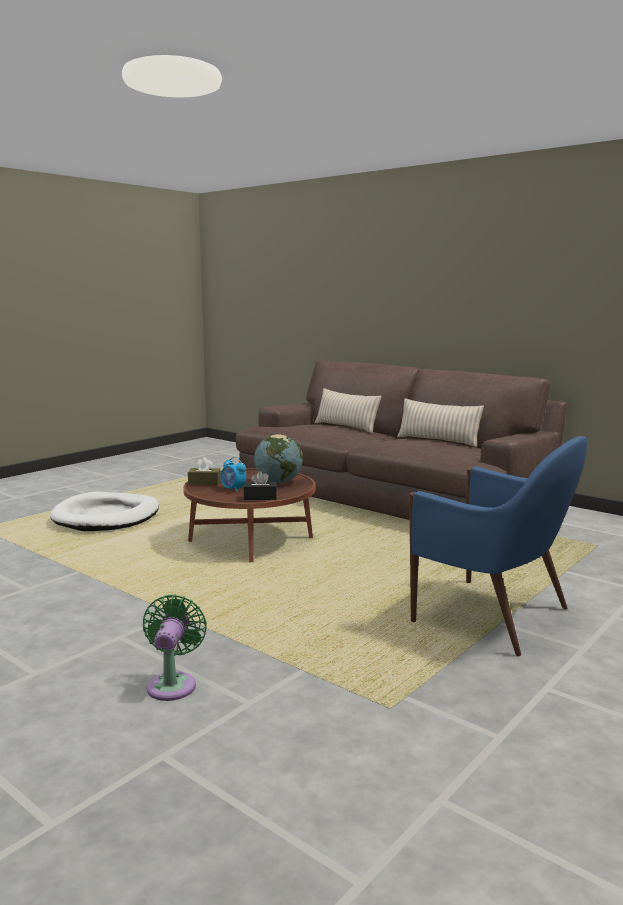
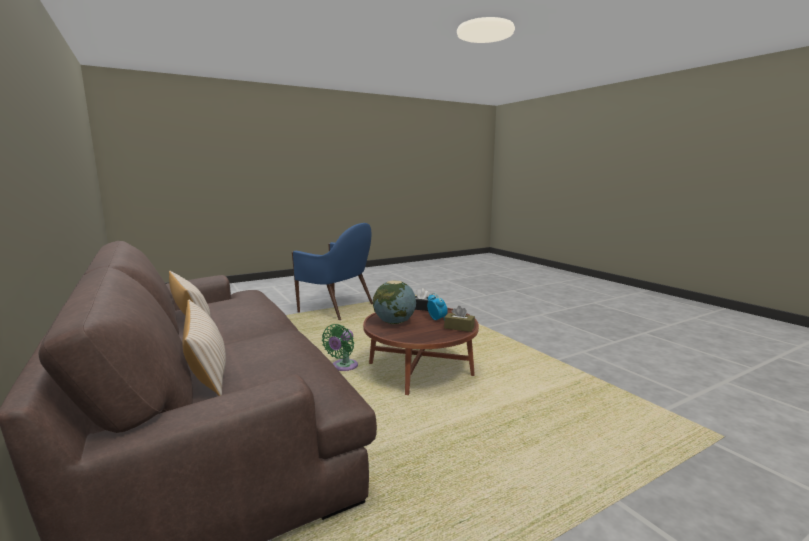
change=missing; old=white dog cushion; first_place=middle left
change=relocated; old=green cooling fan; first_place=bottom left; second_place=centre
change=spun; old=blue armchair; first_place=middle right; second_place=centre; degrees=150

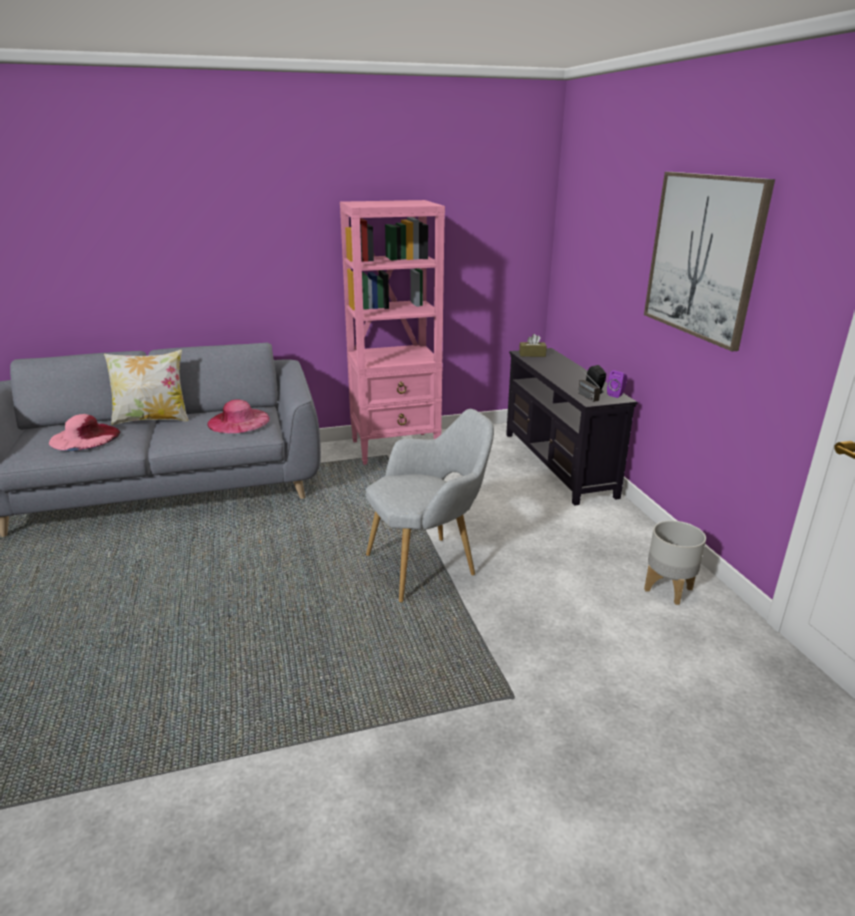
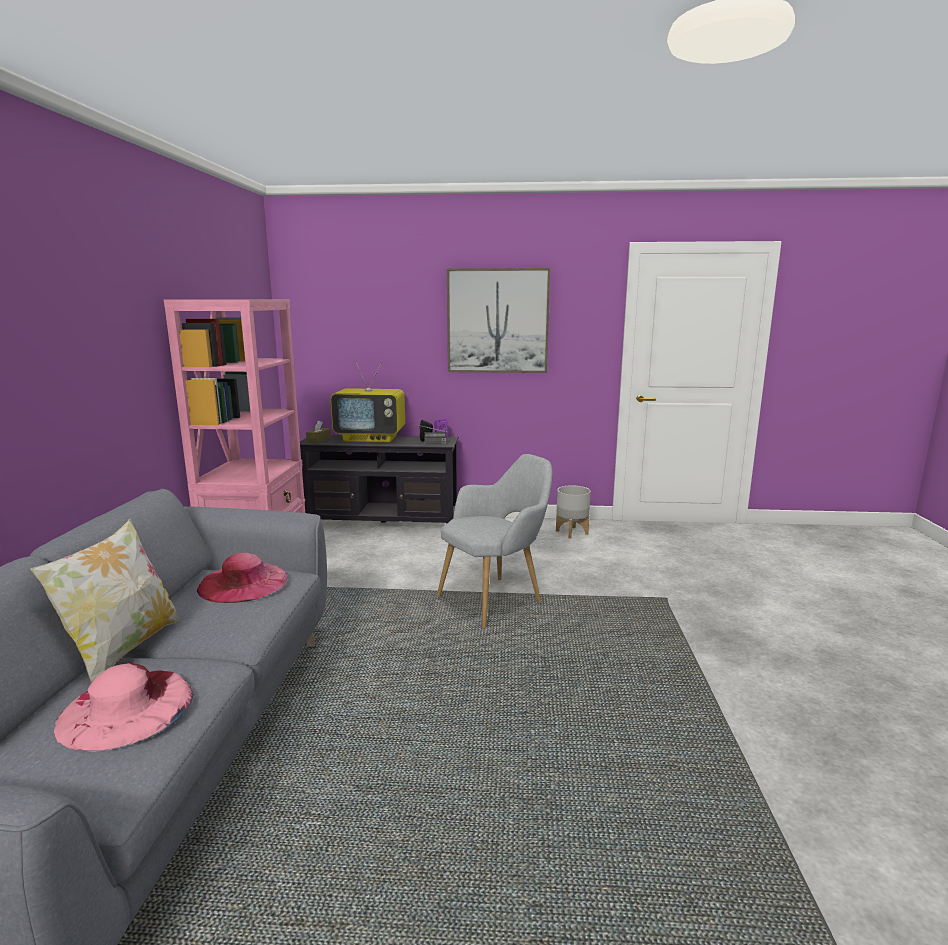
change=spun; old=grey armchair; first_place=centre; second_place=centre; degrees=60
change=appeared; new=TV set; second_place=centre

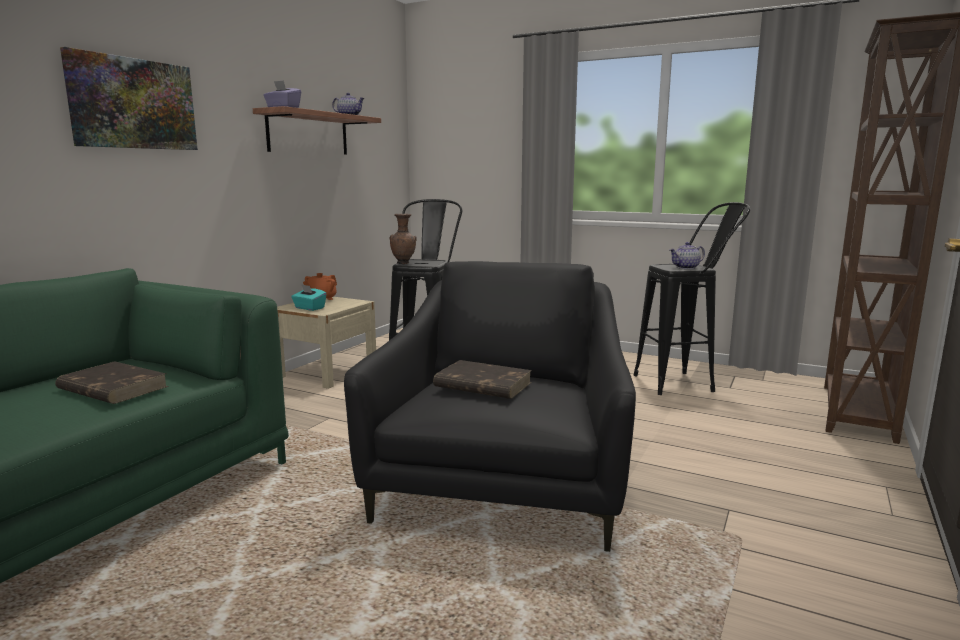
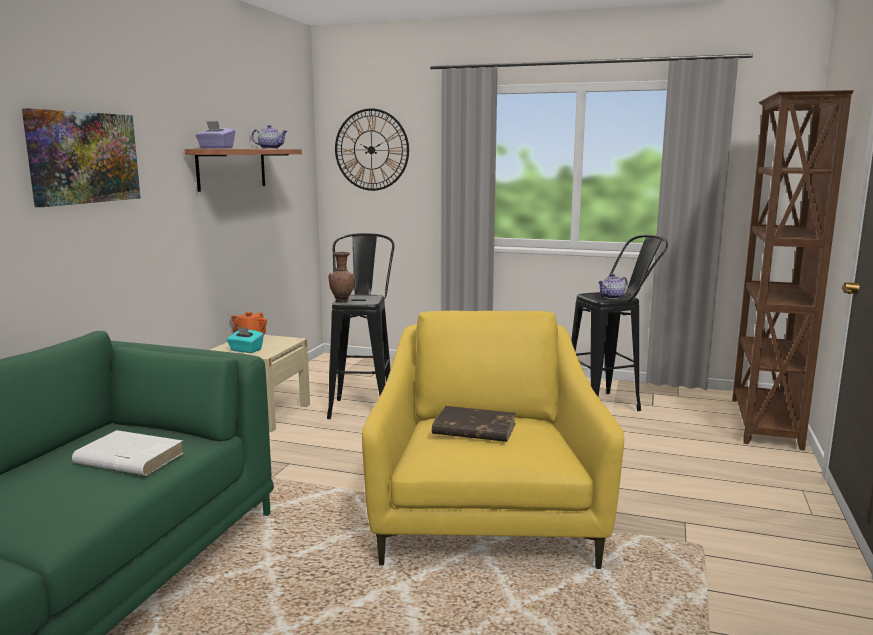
change=colour; old=brown-coloured book (no. 1 from left); new=white book; first_place=middle left; second_place=bottom left
change=colour; old=black-coloured armchair; new=yellow armchair; first_place=centre; second_place=bottom centre
change=appeared; new=hanging clock; second_place=top centre

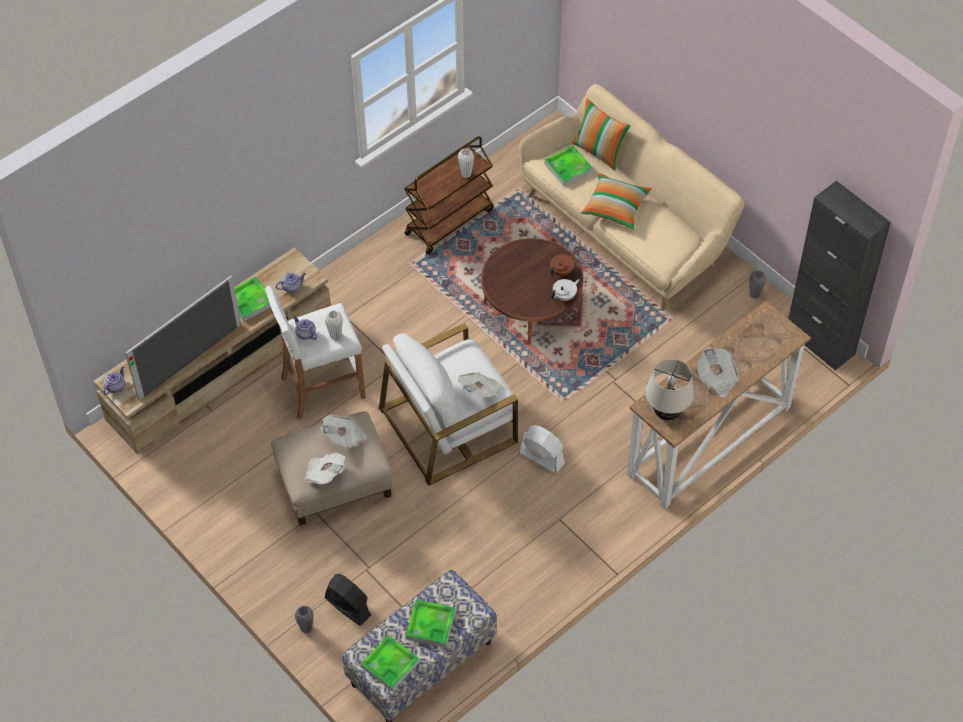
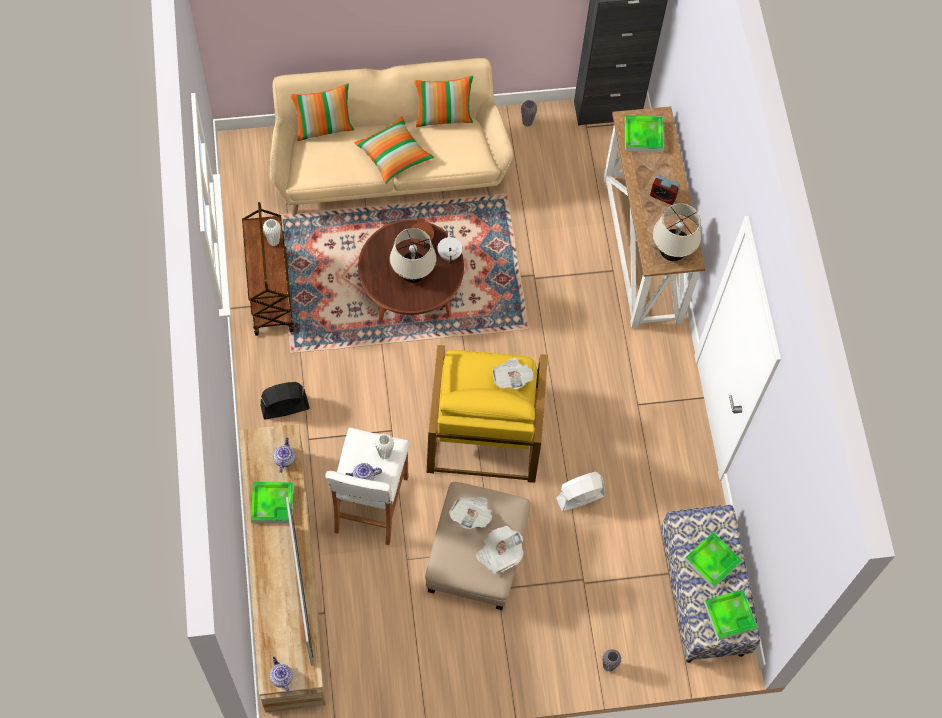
change=relocated; old=black-coloured cooling fan; first_place=bottom centre; second_place=middle left
change=colour; old=white armchair; new=yellow armchair; first_place=centre; second_place=centre
change=relocated; old=white cooling fan; first_place=centre; second_place=bottom centre
change=relocated; old=tray (no. 4 from left in the first image); new=tray (no. 2 from left); first_place=top centre; second_place=top right
change=exchanged; old=daily paper (no. 4 from left); new=alarm clock; first_place=middle right; second_place=top right
change=appeared; new=beige table lamp (no. 1 from left); second_place=centre
change=appeared; new=pillow (no. 3 from left); second_place=top centre

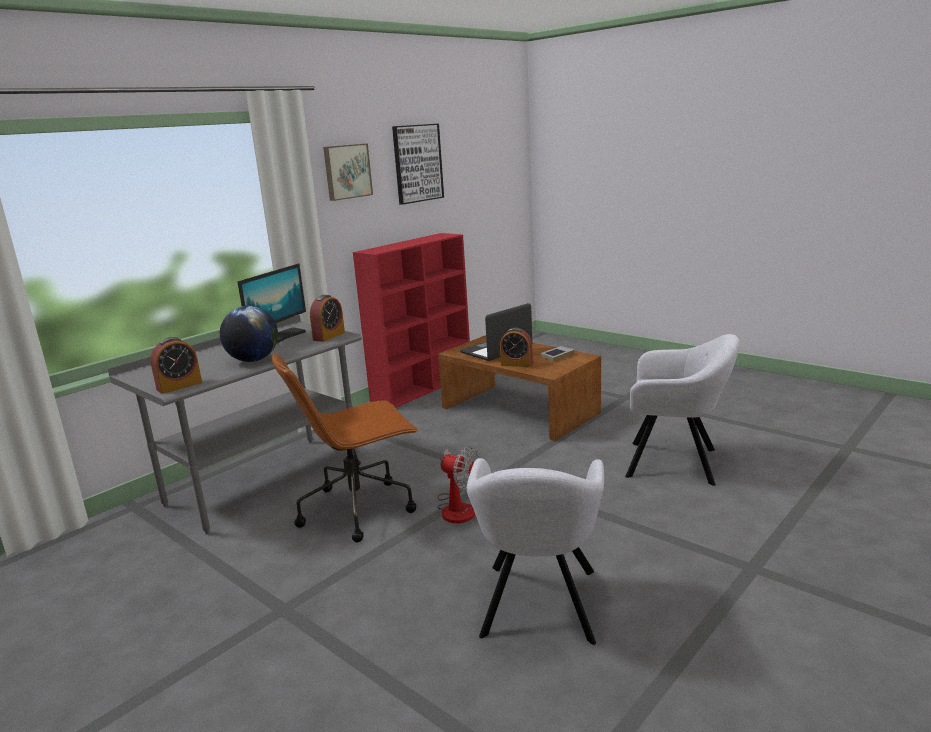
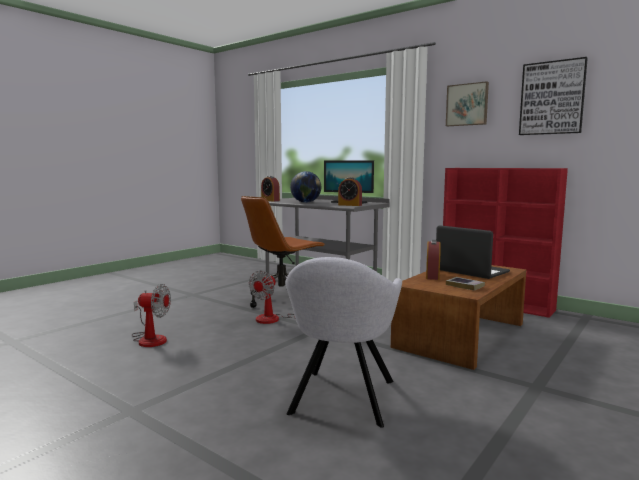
change=spun; old=brown-coloured office chair; first_place=centre; second_place=centre; degrees=-105
change=exchanged; old=grey armchair (no. 1 from left); new=cooling fan (no. 1 from left); first_place=bottom centre; second_place=middle left

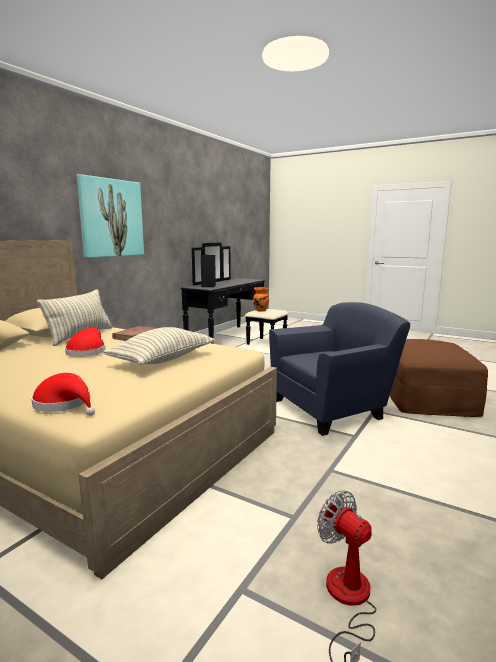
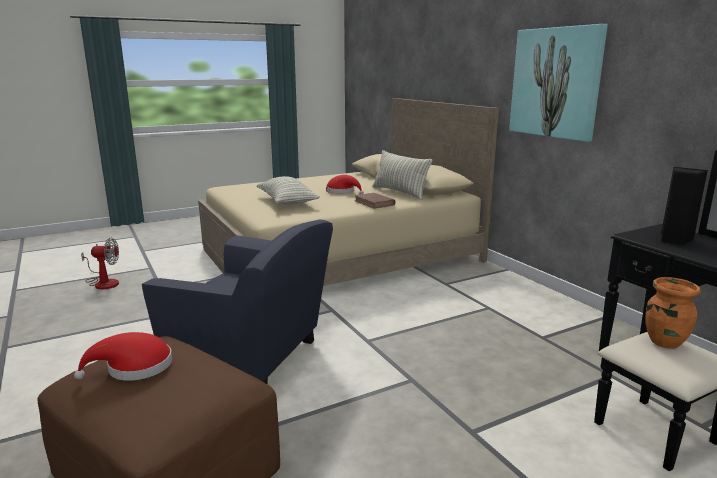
change=relocated; old=reddish clothing hat (no. 1 from left); first_place=middle left; second_place=bottom left
change=spun; old=blue armchair; first_place=middle right; second_place=middle left; degrees=-75

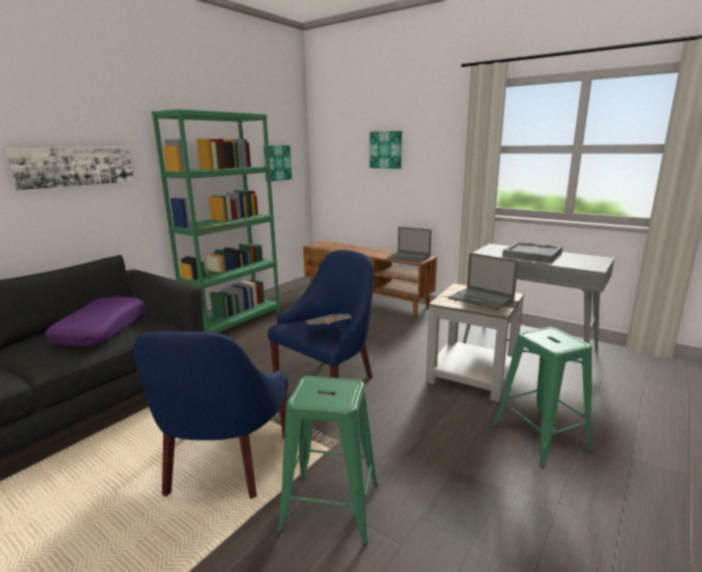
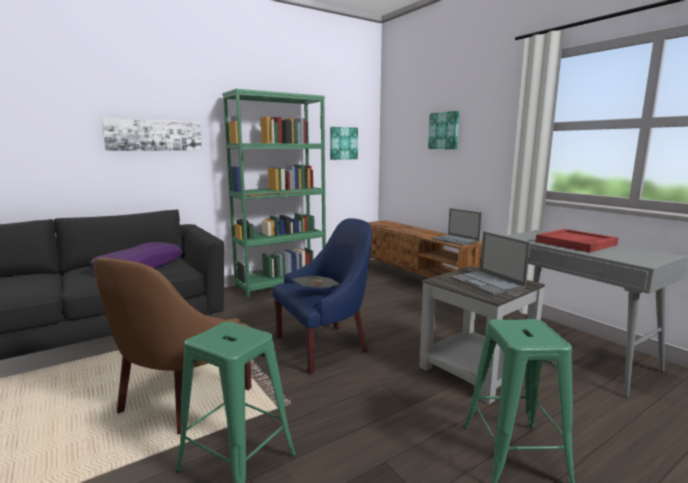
change=colour; old=blue armchair (no. 1 from left); new=brown-coloured armchair; first_place=bottom left; second_place=bottom left
change=colour; old=grey tray; new=reddish tray; first_place=middle right; second_place=middle right

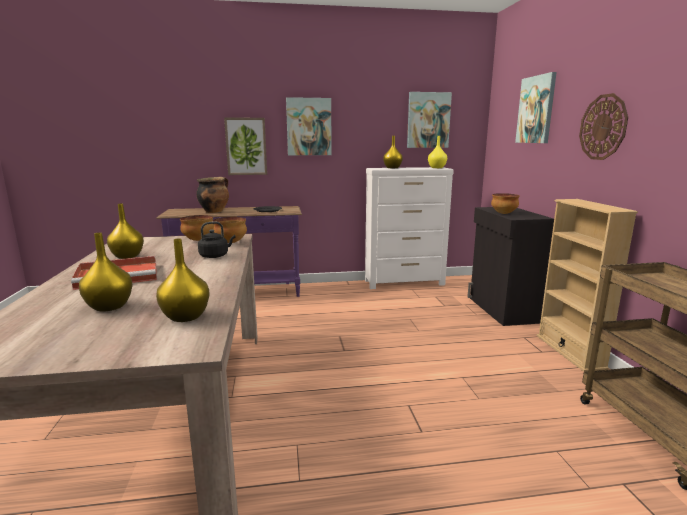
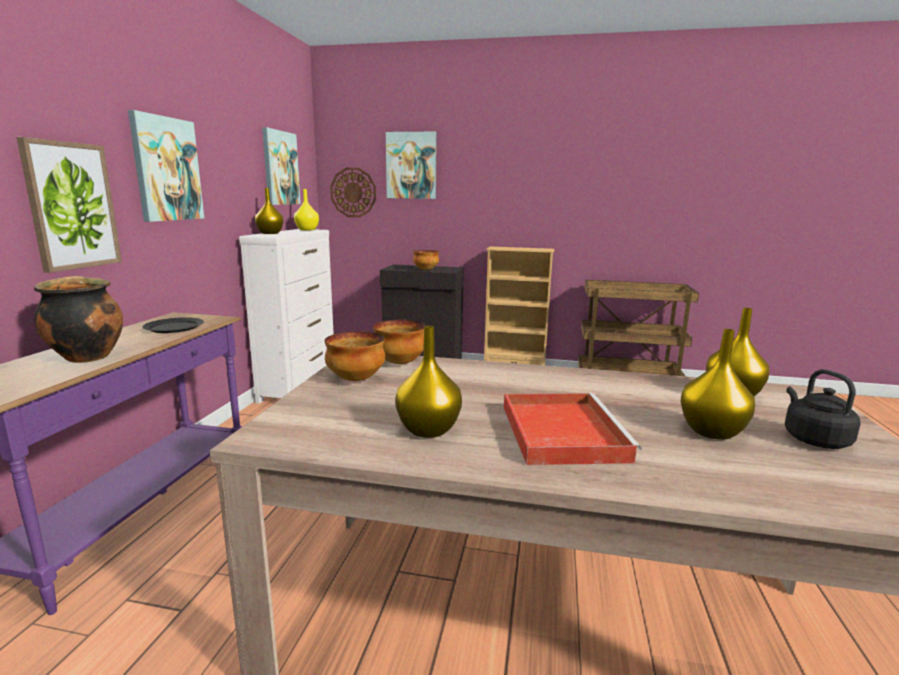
change=relocated; old=black-coloured water kettle; first_place=middle left; second_place=middle right
change=relocated; old=hanging clock; first_place=top right; second_place=top centre

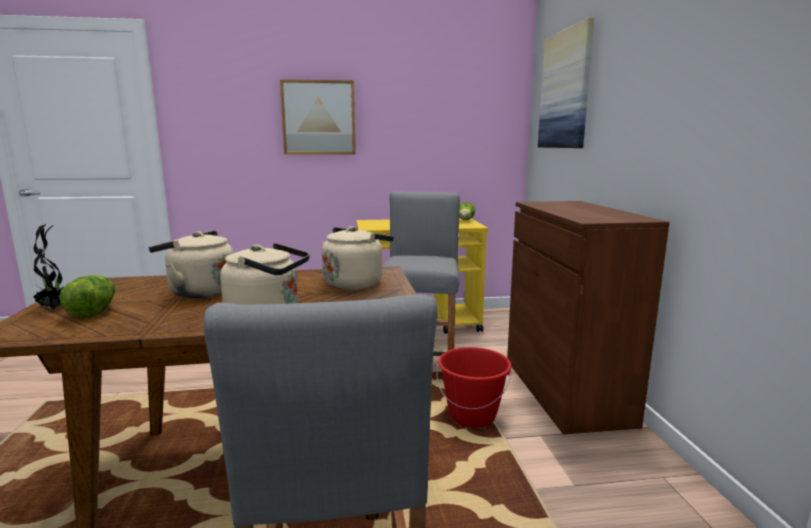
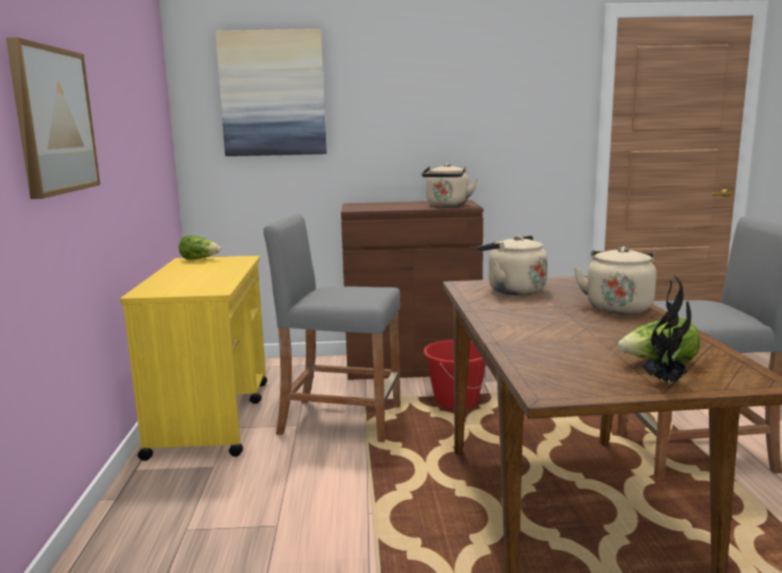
change=relocated; old=beige water kettle (no. 1 from left); first_place=middle left; second_place=top centre

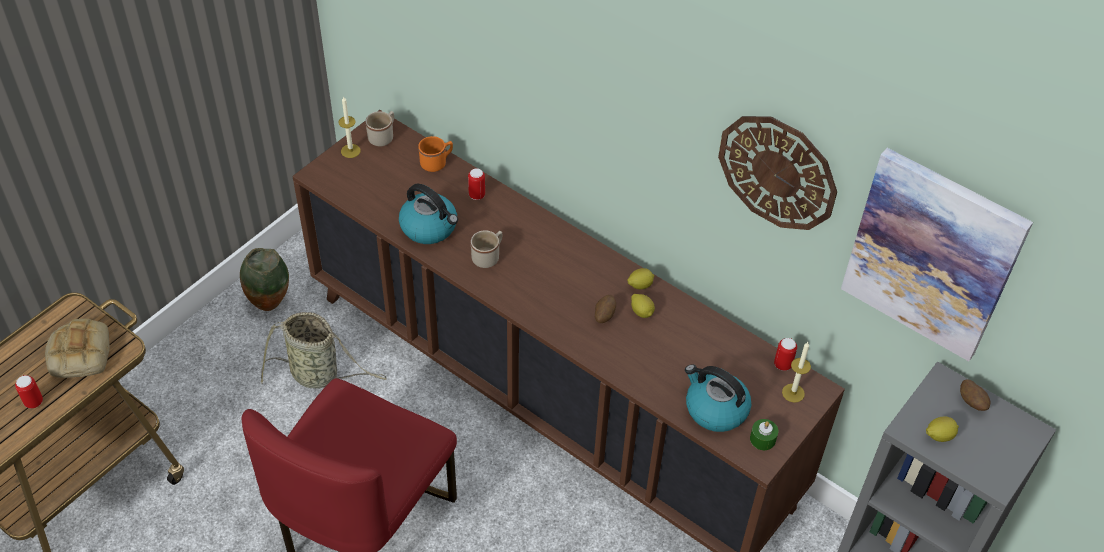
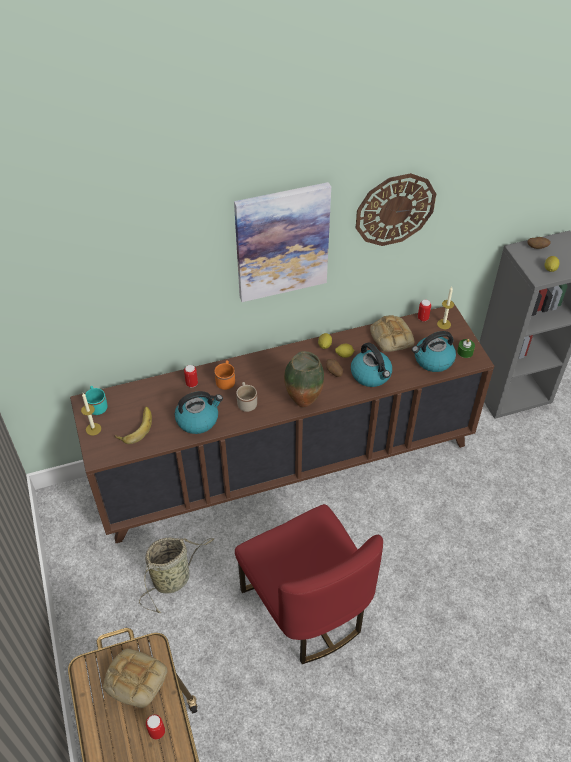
change=relocated; old=vase; first_place=middle left; second_place=centre
change=colour; old=beige tea mug (no. 1 from left); new=turquoise tea mug; first_place=top centre; second_place=middle left
change=relocated; old=orange tea mug; first_place=top centre; second_place=centre
change=relocated; old=picture; first_place=middle right; second_place=top centre
change=appeared; new=banana fruit; second_place=middle left
change=appeared; new=water kettle (no. 2 from left); second_place=centre
change=appeared; new=baked bread (no. 2 from left); second_place=middle right

